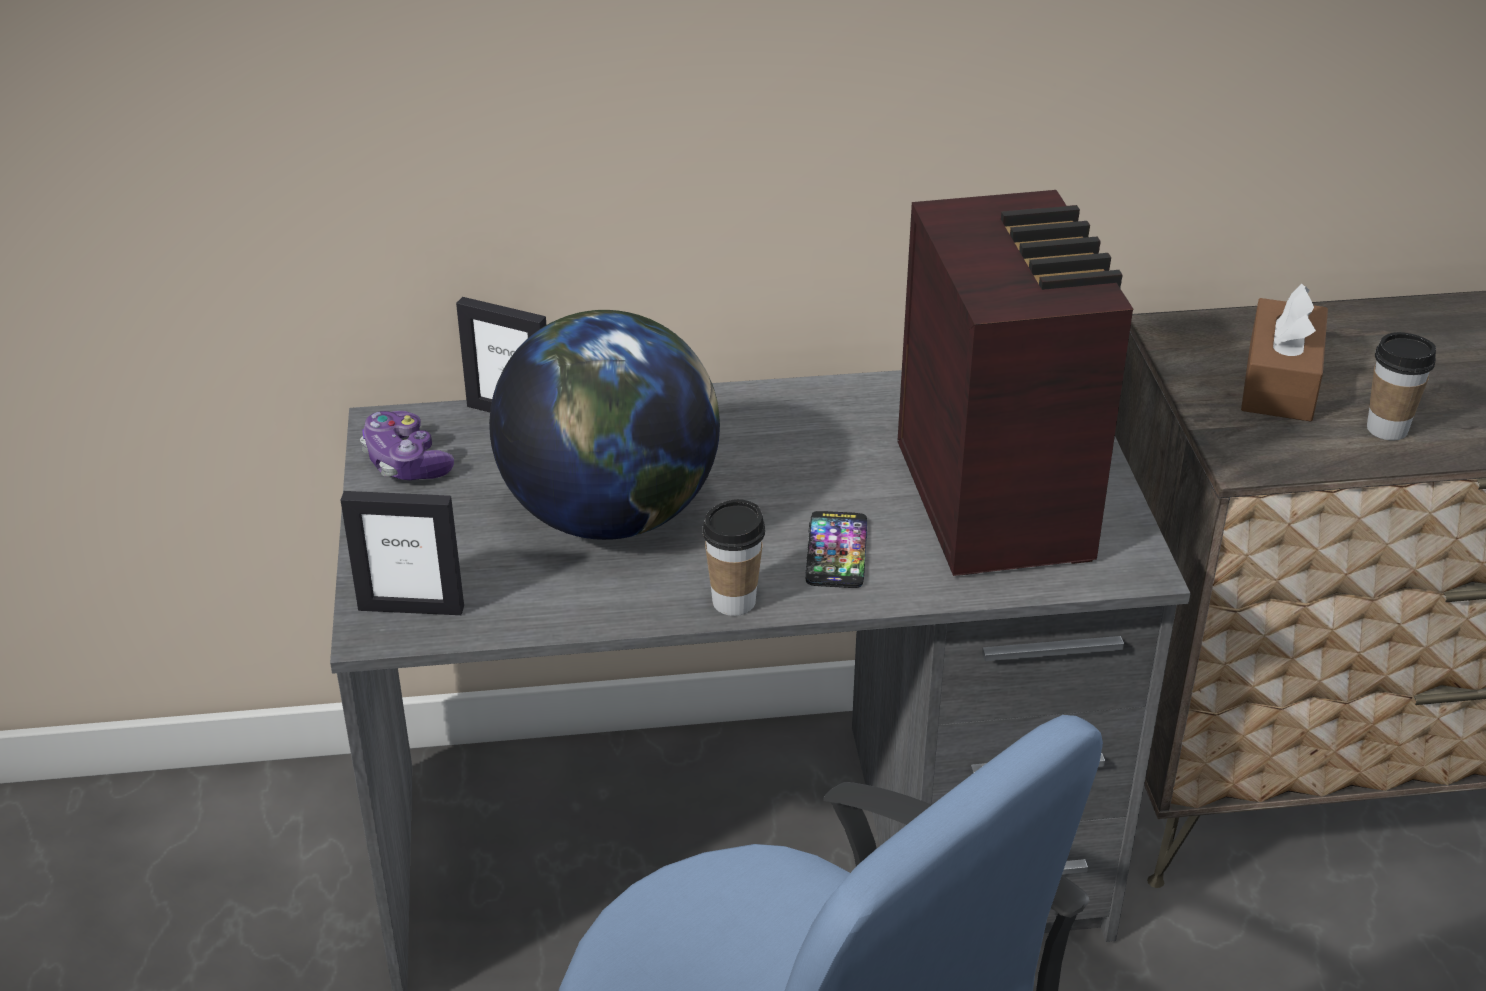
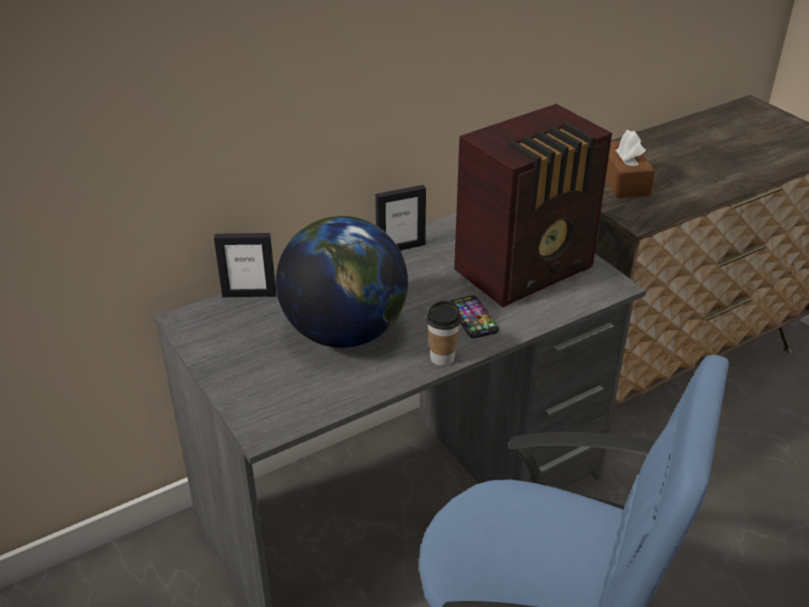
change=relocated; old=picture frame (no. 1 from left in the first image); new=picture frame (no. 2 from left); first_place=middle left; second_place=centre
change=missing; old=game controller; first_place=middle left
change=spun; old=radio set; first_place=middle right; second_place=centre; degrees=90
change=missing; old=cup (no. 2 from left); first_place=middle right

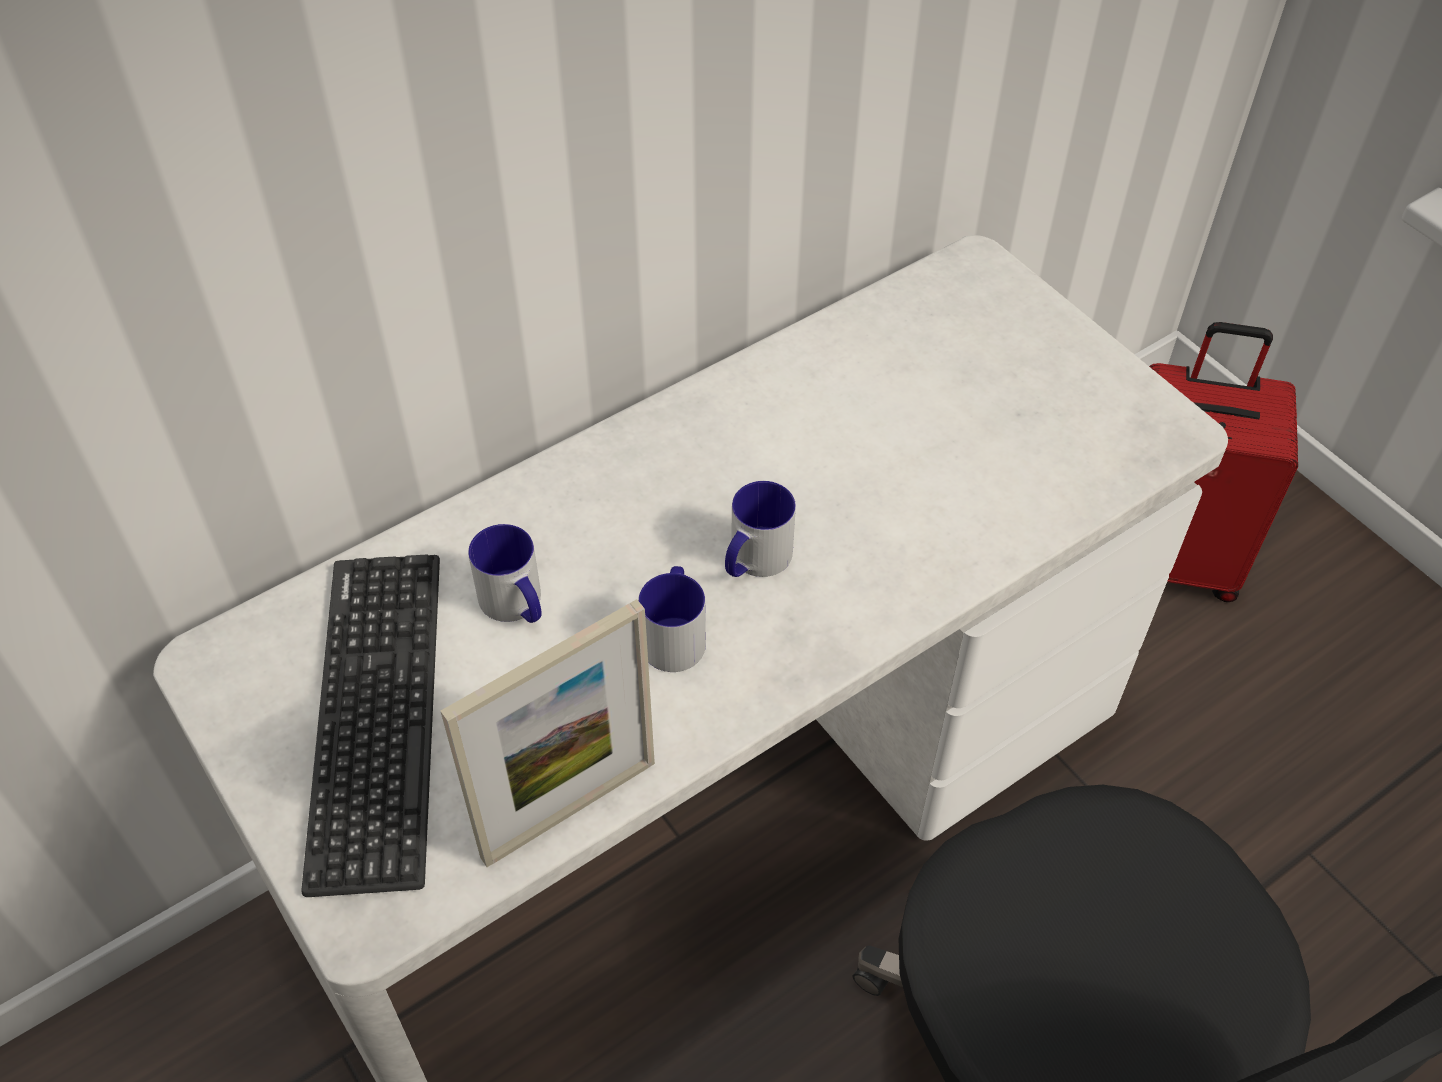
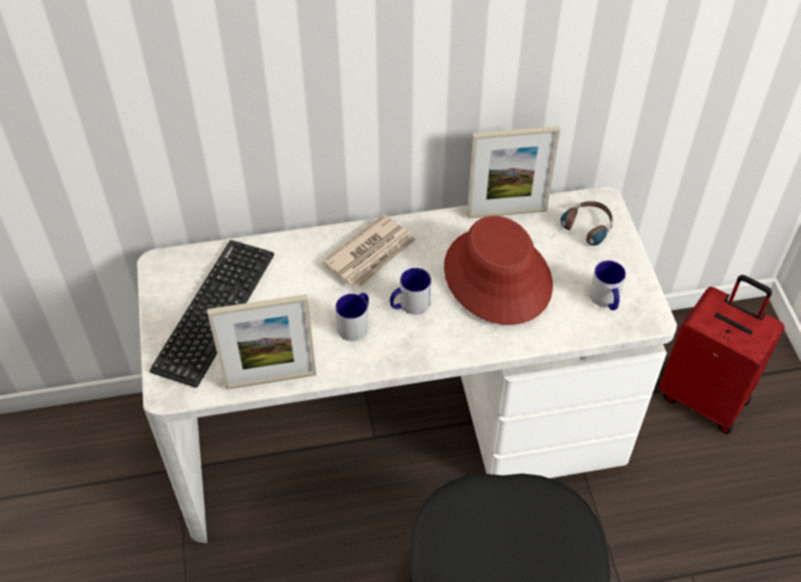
change=relocated; old=tea mug (no. 1 from left in the first image); new=tea mug (no. 3 from left); first_place=centre; second_place=middle right
change=appeared; new=daily paper; second_place=centre
change=appeared; new=reddish clothing hat; second_place=centre
change=appeared; new=picture frame (no. 2 from left); second_place=top centre
change=appeared; new=headset; second_place=middle right

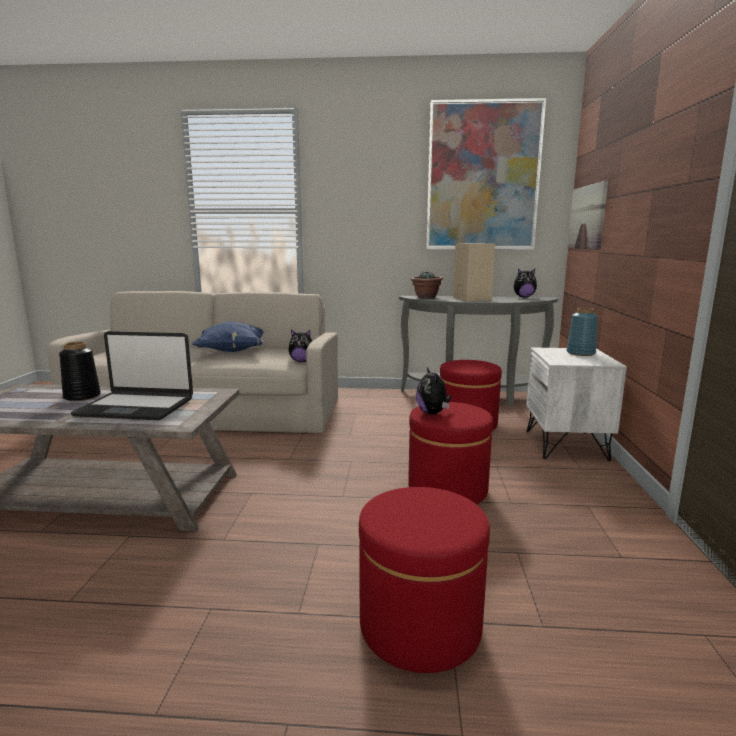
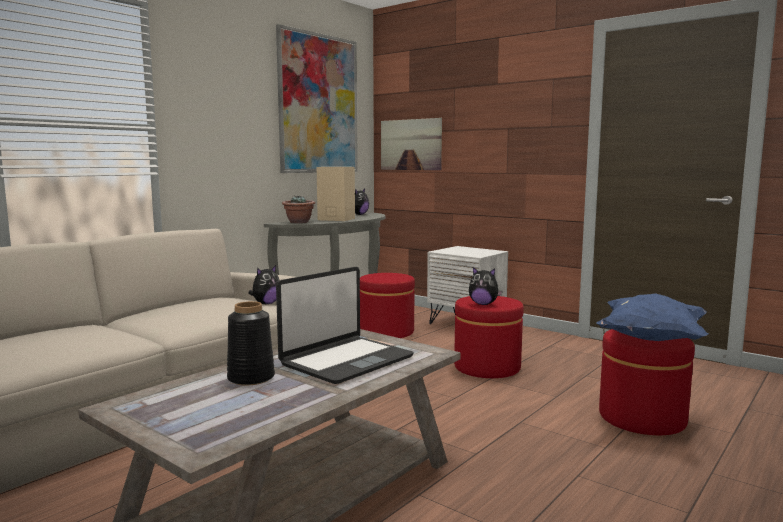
change=relocated; old=blue pillow; first_place=middle left; second_place=middle right
change=missing; old=blue vase; first_place=middle right

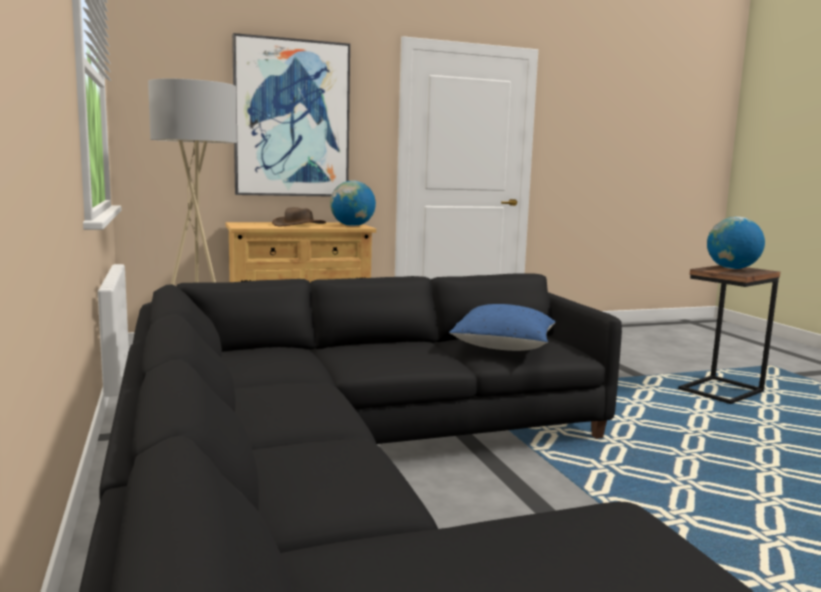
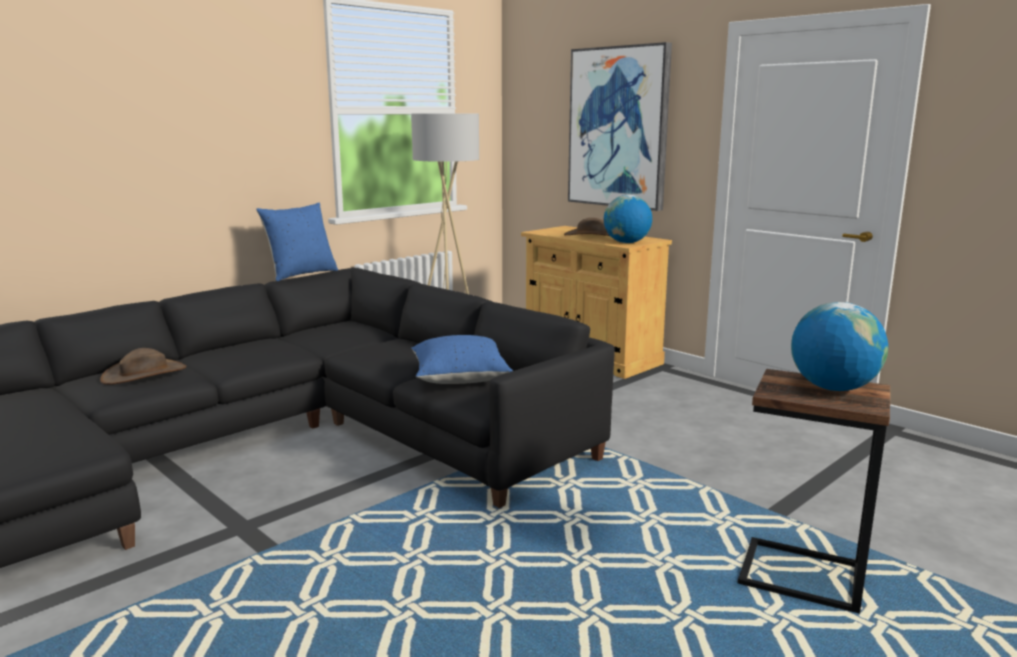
change=appeared; new=brown-coloured clothing hat (no. 1 from left); second_place=middle left
change=appeared; new=blue pillow (no. 1 from left); second_place=middle left

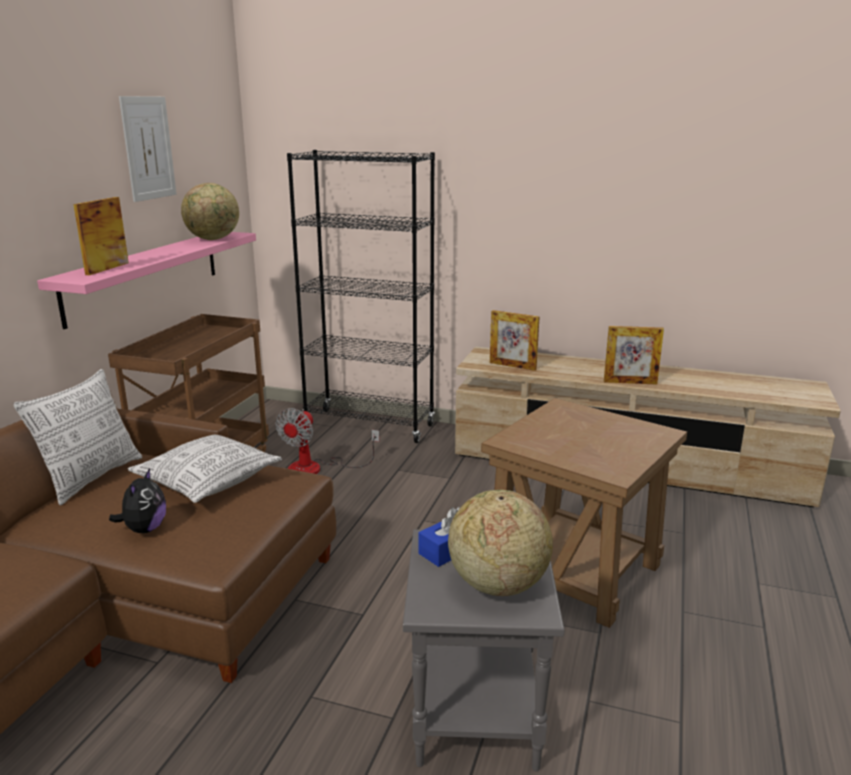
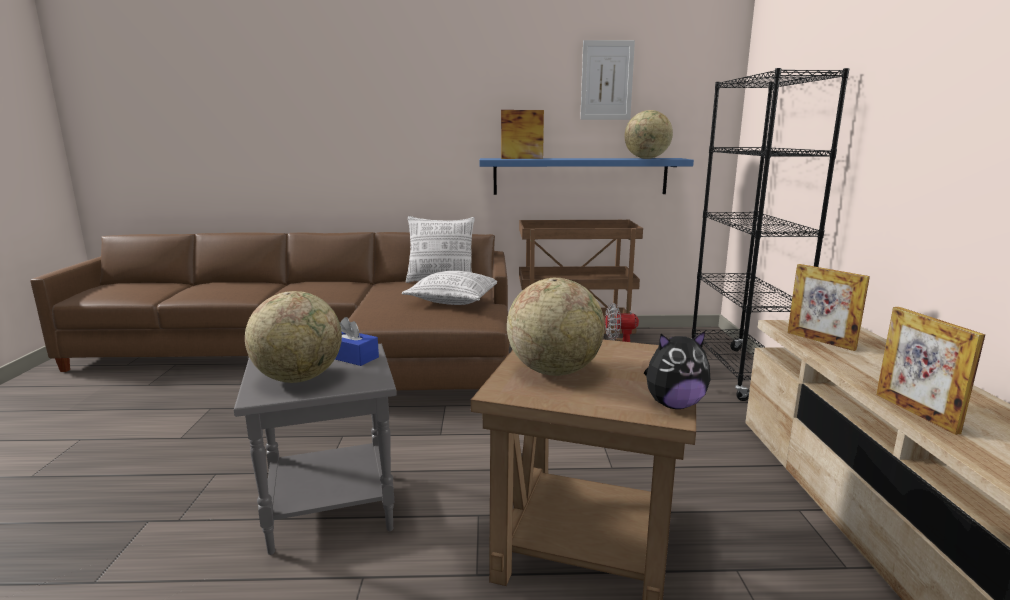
change=colour; old=pink-coloured shelf; new=blue shelf; first_place=middle left; second_place=top centre
change=relocated; old=cuddly toy; first_place=middle left; second_place=middle right
change=spun; old=picture frame (no. 2 from left); first_place=centre; second_place=middle right; degrees=-45
change=appeared; new=desk globe (no. 2 from left); second_place=centre

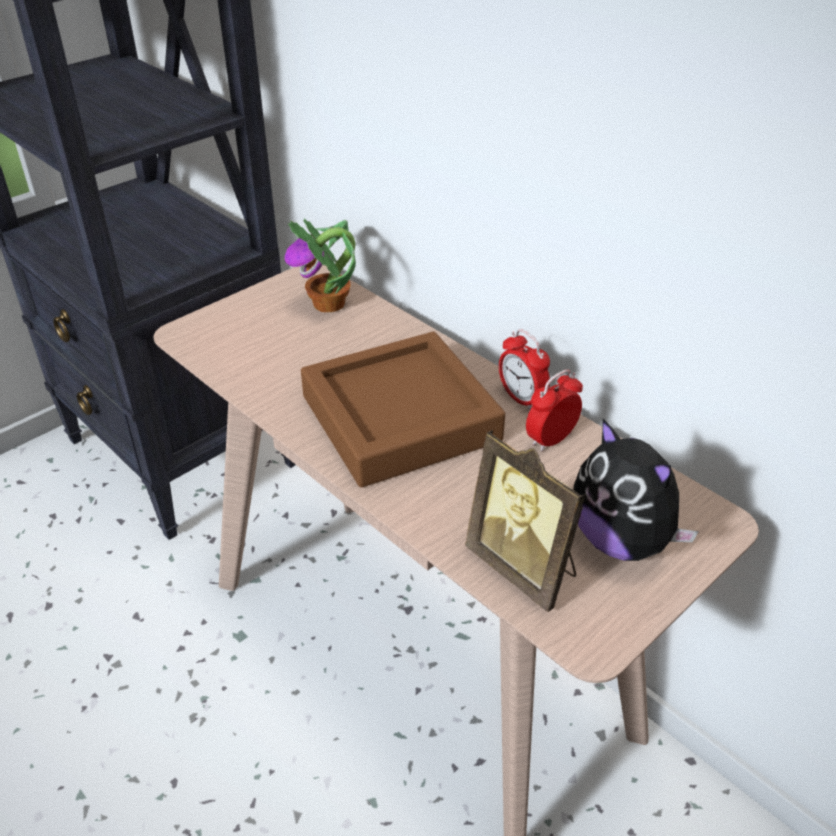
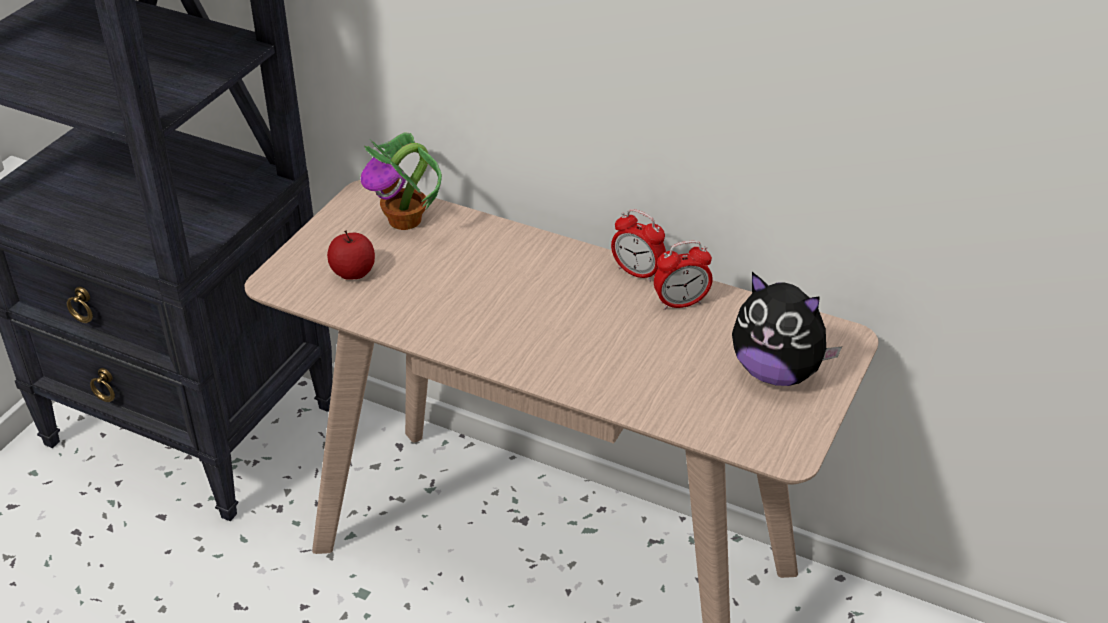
change=missing; old=brown-coloured tray; first_place=centre
change=missing; old=picture frame; first_place=centre
change=spun; old=alarm clock (no. 2 from left); first_place=centre; second_place=centre; degrees=-135
change=appeared; new=apple fruit; second_place=middle left

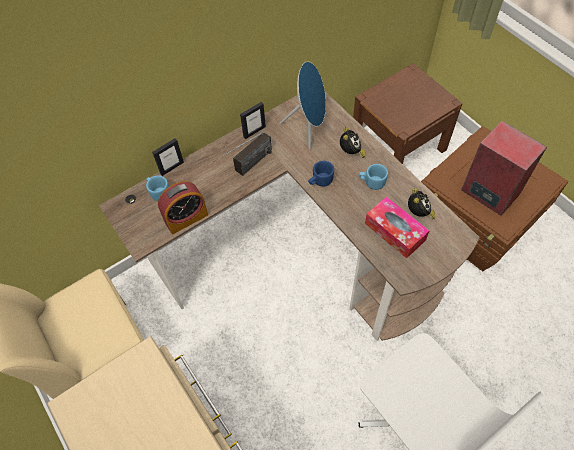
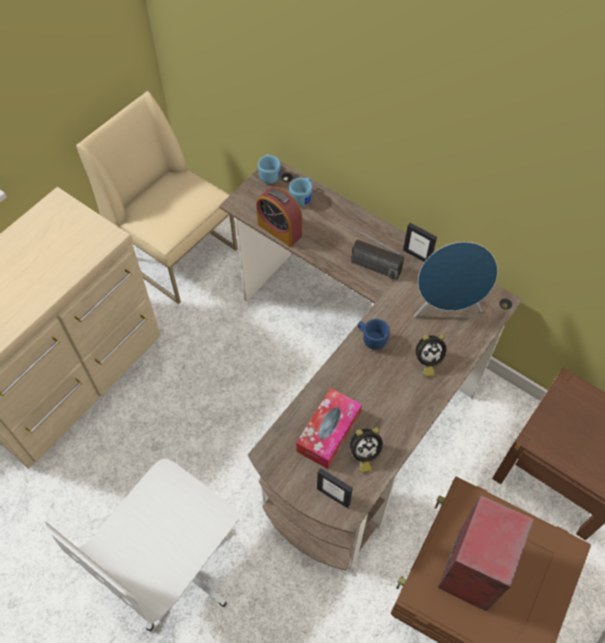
change=relocated; old=picture frame (no. 1 from left); first_place=middle left; second_place=bottom centre
change=relocated; old=blue tea mug (no. 3 from left in the first image); new=blue tea mug (no. 1 from left); first_place=centre; second_place=top centre

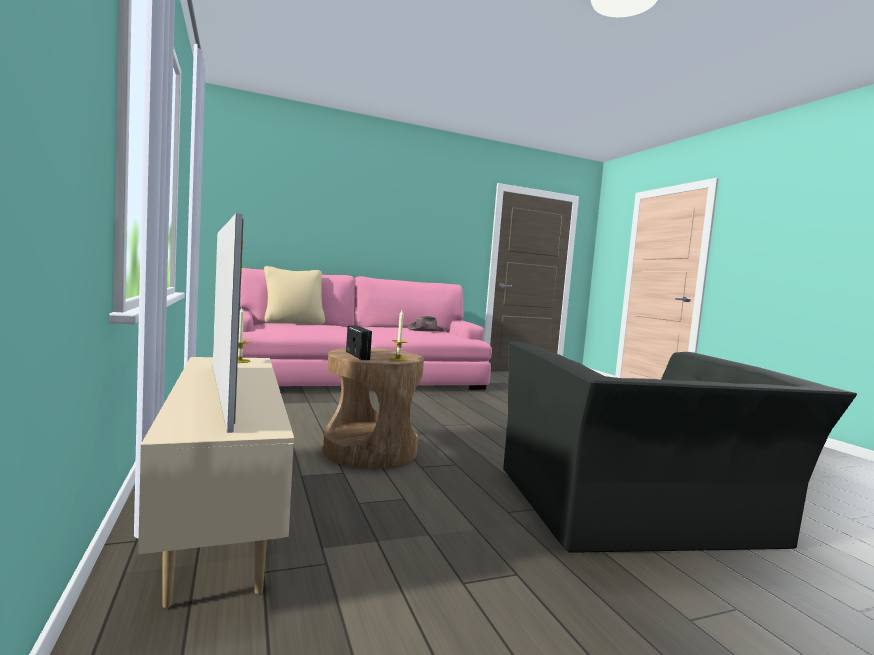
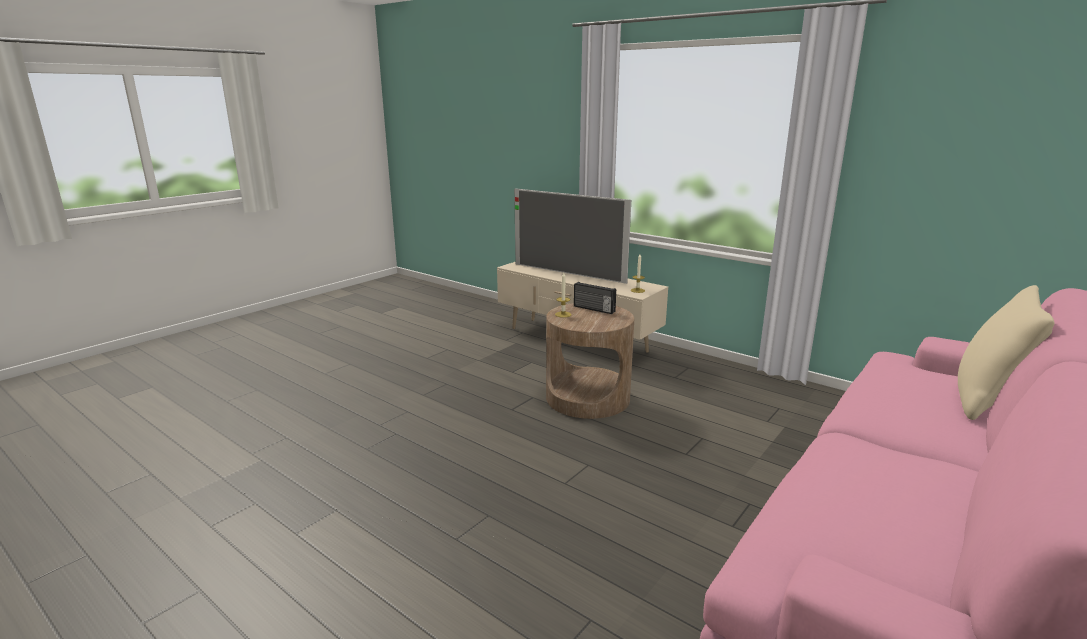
change=missing; old=brown-coloured clothing hat; first_place=centre
change=missing; old=black-coloured armchair; first_place=bottom right

